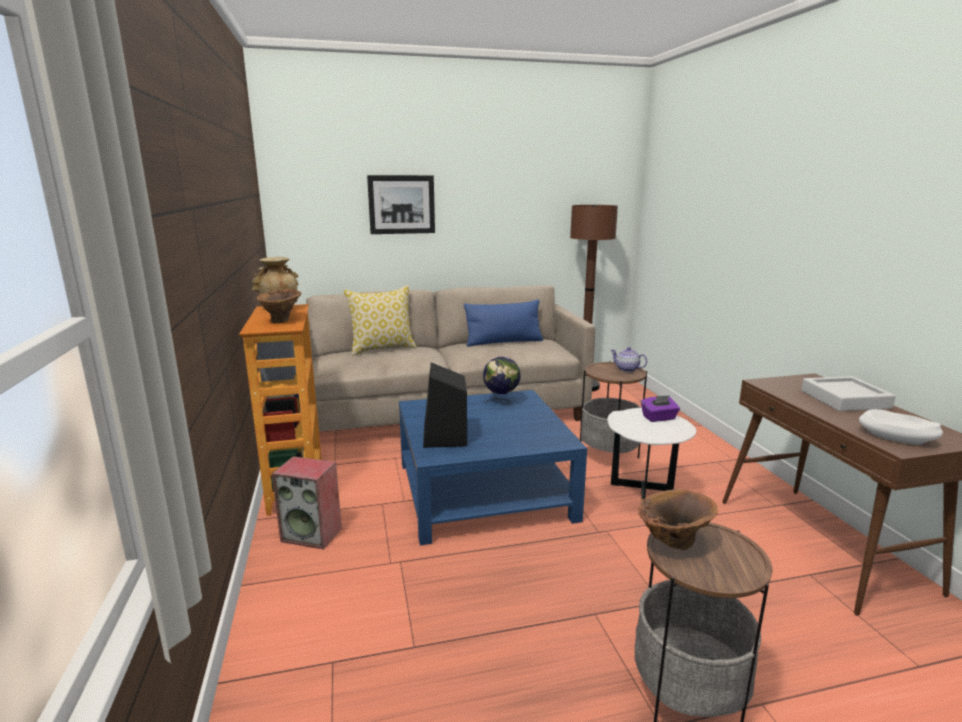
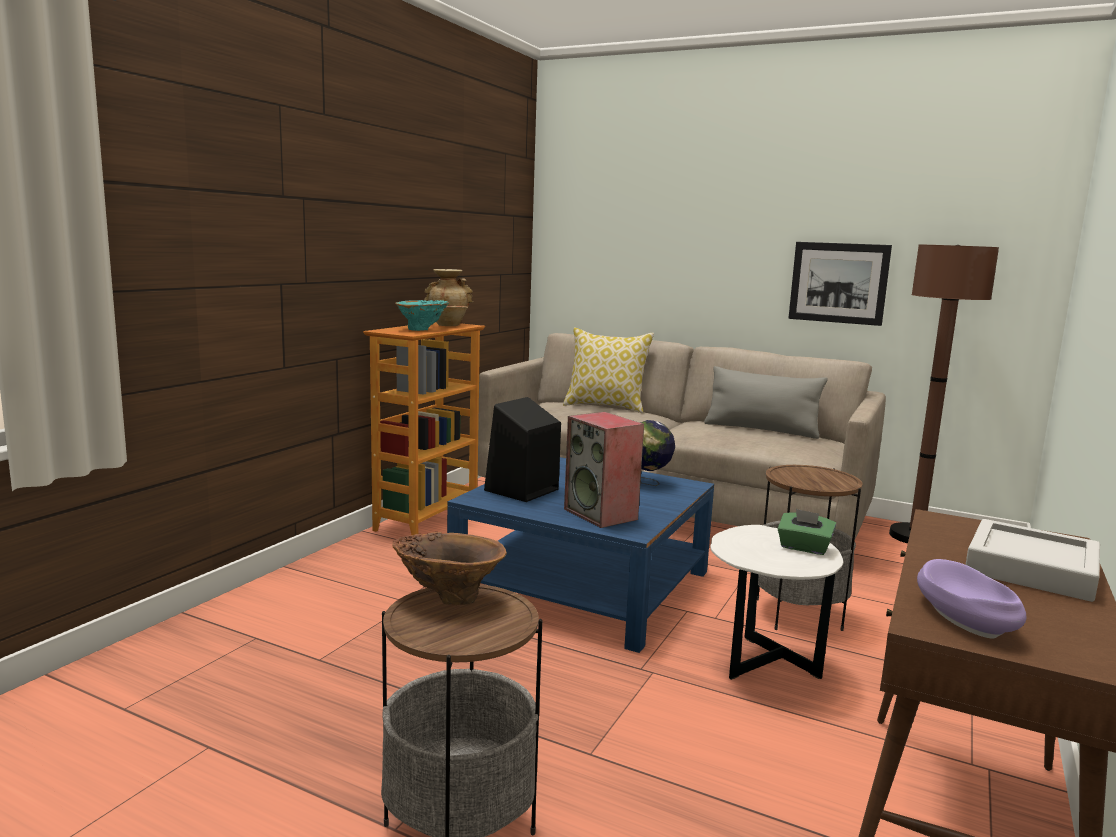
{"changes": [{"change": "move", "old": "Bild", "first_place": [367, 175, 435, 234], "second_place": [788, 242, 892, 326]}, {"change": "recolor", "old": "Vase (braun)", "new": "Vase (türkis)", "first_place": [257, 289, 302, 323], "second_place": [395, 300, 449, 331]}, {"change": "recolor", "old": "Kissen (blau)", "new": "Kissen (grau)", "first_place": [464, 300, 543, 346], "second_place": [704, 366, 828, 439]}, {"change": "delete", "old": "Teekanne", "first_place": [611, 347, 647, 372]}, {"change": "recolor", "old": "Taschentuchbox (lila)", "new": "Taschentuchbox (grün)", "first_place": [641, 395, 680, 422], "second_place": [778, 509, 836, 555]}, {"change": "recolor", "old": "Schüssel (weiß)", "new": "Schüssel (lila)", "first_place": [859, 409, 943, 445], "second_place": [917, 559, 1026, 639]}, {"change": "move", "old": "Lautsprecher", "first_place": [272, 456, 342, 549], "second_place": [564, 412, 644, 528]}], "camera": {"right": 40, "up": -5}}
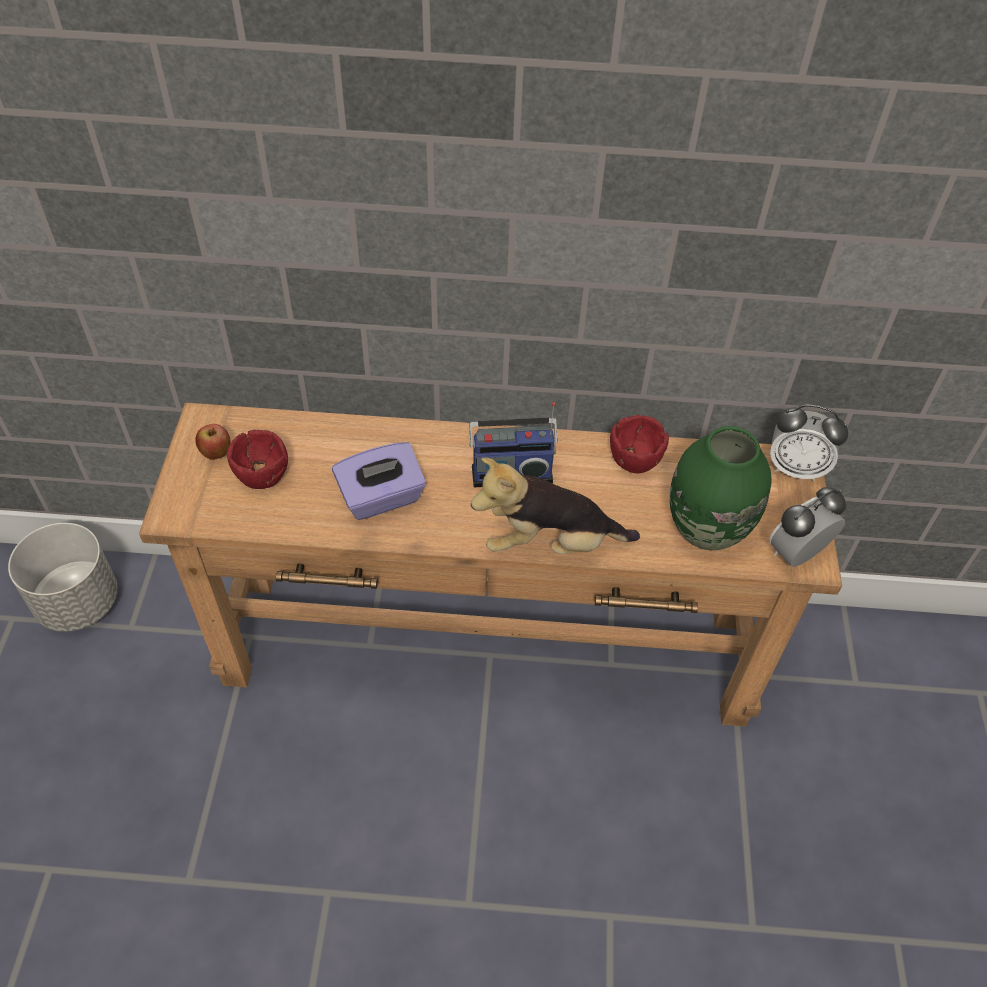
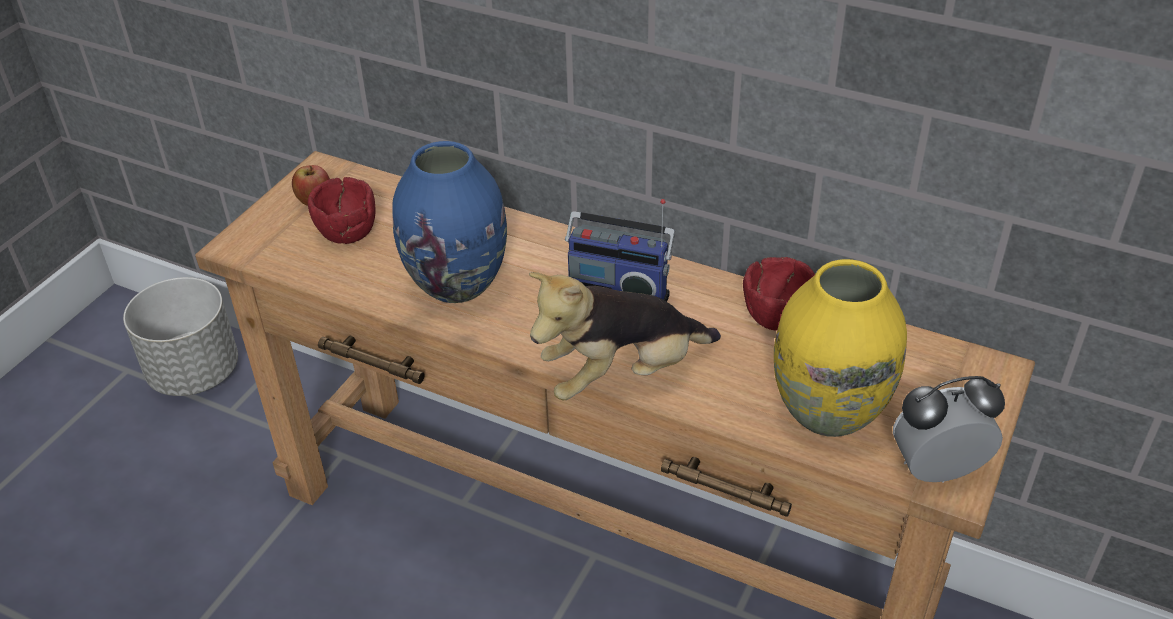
{"changes": [{"change": "delete", "old": "Wecker", "first_place": [770, 405, 848, 482]}, {"change": "recolor", "old": "Vase (grün)", "new": "Vase (gelb)", "first_place": [670, 426, 772, 550], "second_place": [774, 259, 907, 437]}, {"change": "replace", "old": "Taschentuchbox (lila)", "new": "Vase (blau)", "first_place": [332, 442, 426, 520], "second_place": [392, 141, 507, 303]}, {"change": "rotate", "old": "Plüschtier", "first_place": [471, 457, 640, 554], "second_place": [529, 272, 721, 400], "degrees": -45}], "camera": {"right": 25, "up": -10}}
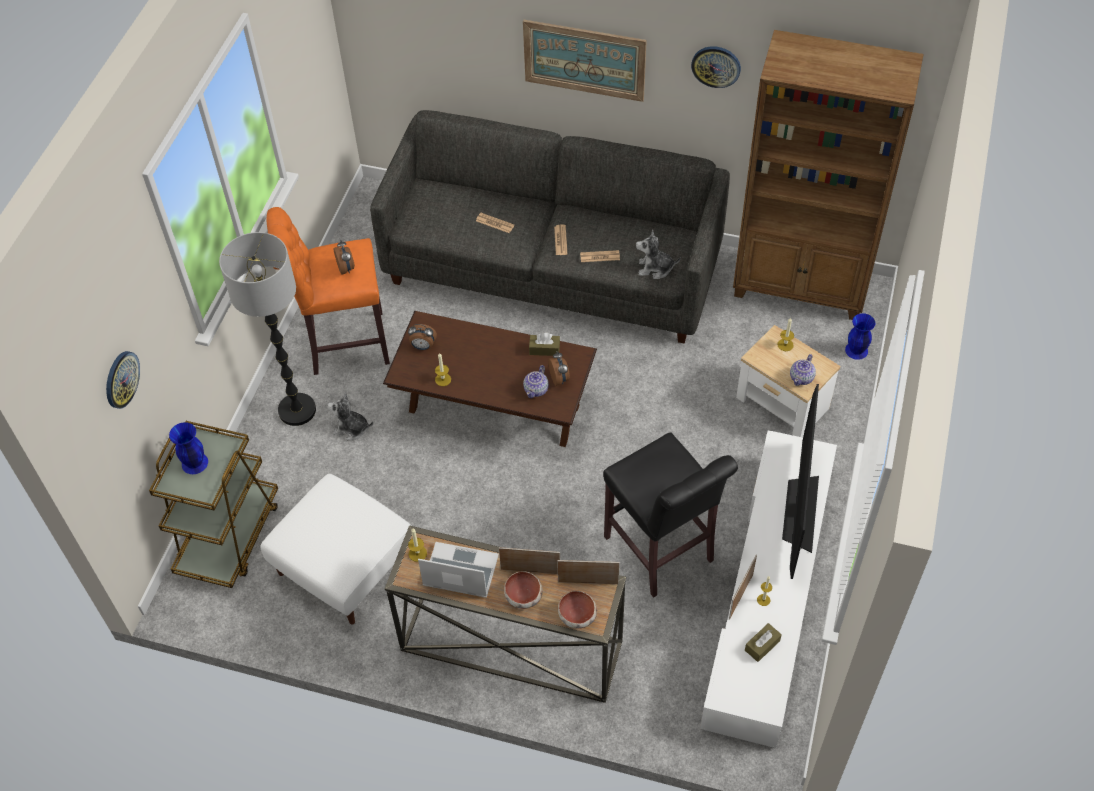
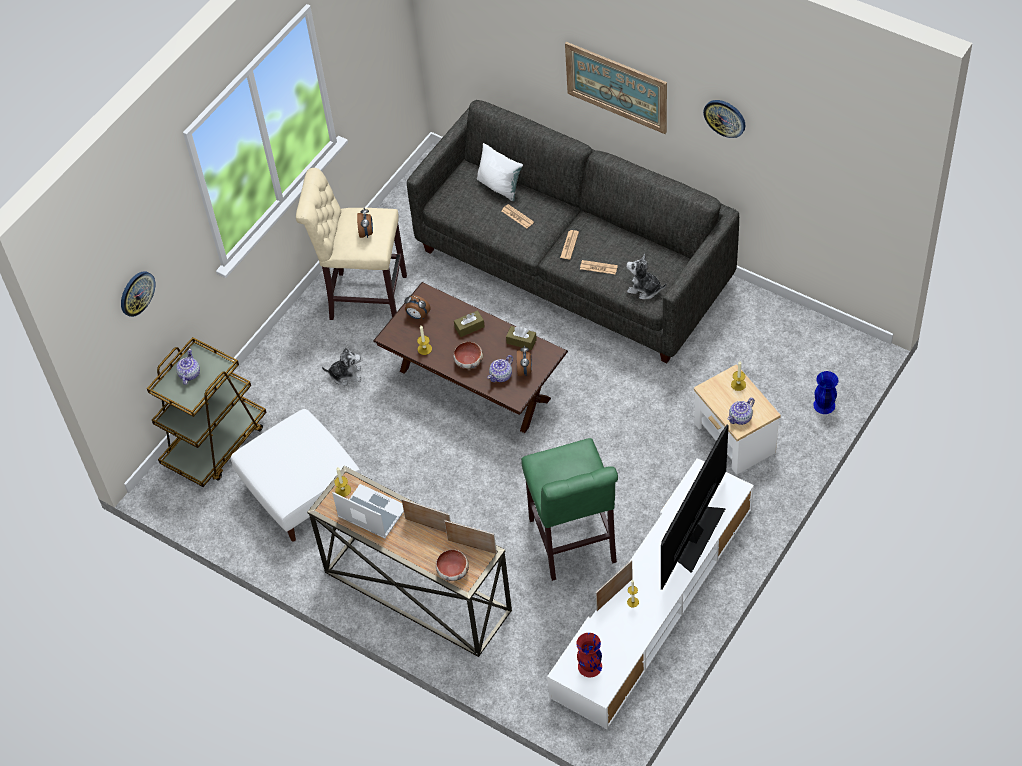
{"changes": [{"change": "delete", "old": "Bücherregal (braun)", "first_place": [733, 30, 924, 320]}, {"change": "recolor", "old": "Hocker (orange)", "new": "Hocker (beige)", "first_place": [267, 207, 390, 375], "second_place": [296, 168, 407, 320]}, {"change": "delete", "old": "Stehlampe", "first_place": [219, 232, 316, 426]}, {"change": "rotate", "old": "Plüschtier", "first_place": [327, 392, 373, 440], "second_place": [322, 347, 361, 386], "degrees": 150}, {"change": "replace", "old": "Vase (blau)", "new": "Teekanne", "first_place": [169, 422, 208, 474], "second_place": [176, 349, 200, 385]}, {"change": "recolor", "old": "Hocker (schwarz)", "new": "Hocker (grün)", "first_place": [603, 432, 738, 598], "second_place": [521, 438, 618, 581]}, {"change": "move", "old": "Schüssel", "first_place": [504, 571, 543, 609], "second_place": [453, 342, 483, 369]}, {"change": "move", "old": "Taschentuchbox (braun)", "first_place": [745, 623, 782, 662], "second_place": [454, 310, 485, 337]}, {"change": "insert", "new": "Kissen (weiß)", "second_place": [477, 143, 523, 201]}, {"change": "insert", "new": "Vase (rot)", "second_place": [576, 633, 602, 677]}], "camera": {"right": 20, "up": 0}}
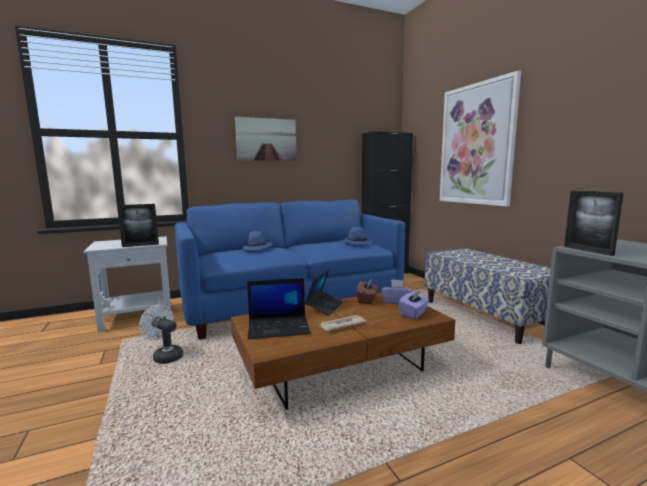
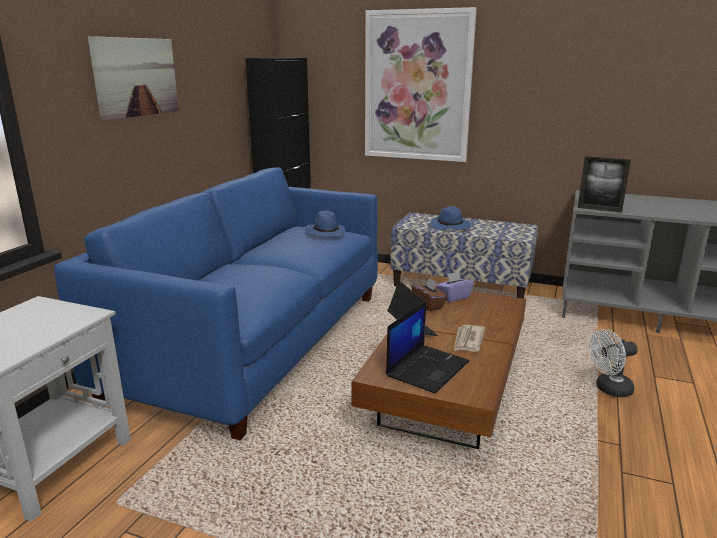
{"changes": [{"change": "delete", "old": "Bilderrahmen", "first_place": [117, 204, 159, 247]}, {"change": "move", "old": "Hut (blau)", "first_place": [240, 231, 273, 250], "second_place": [430, 206, 471, 230]}, {"change": "delete", "old": "Taschentuchbox (lila)", "first_place": [399, 290, 429, 319]}, {"change": "move", "old": "Ventilator (weiß)", "first_place": [139, 304, 183, 364], "second_place": [589, 329, 638, 397]}], "camera": {"right": -45, "up": 10}}
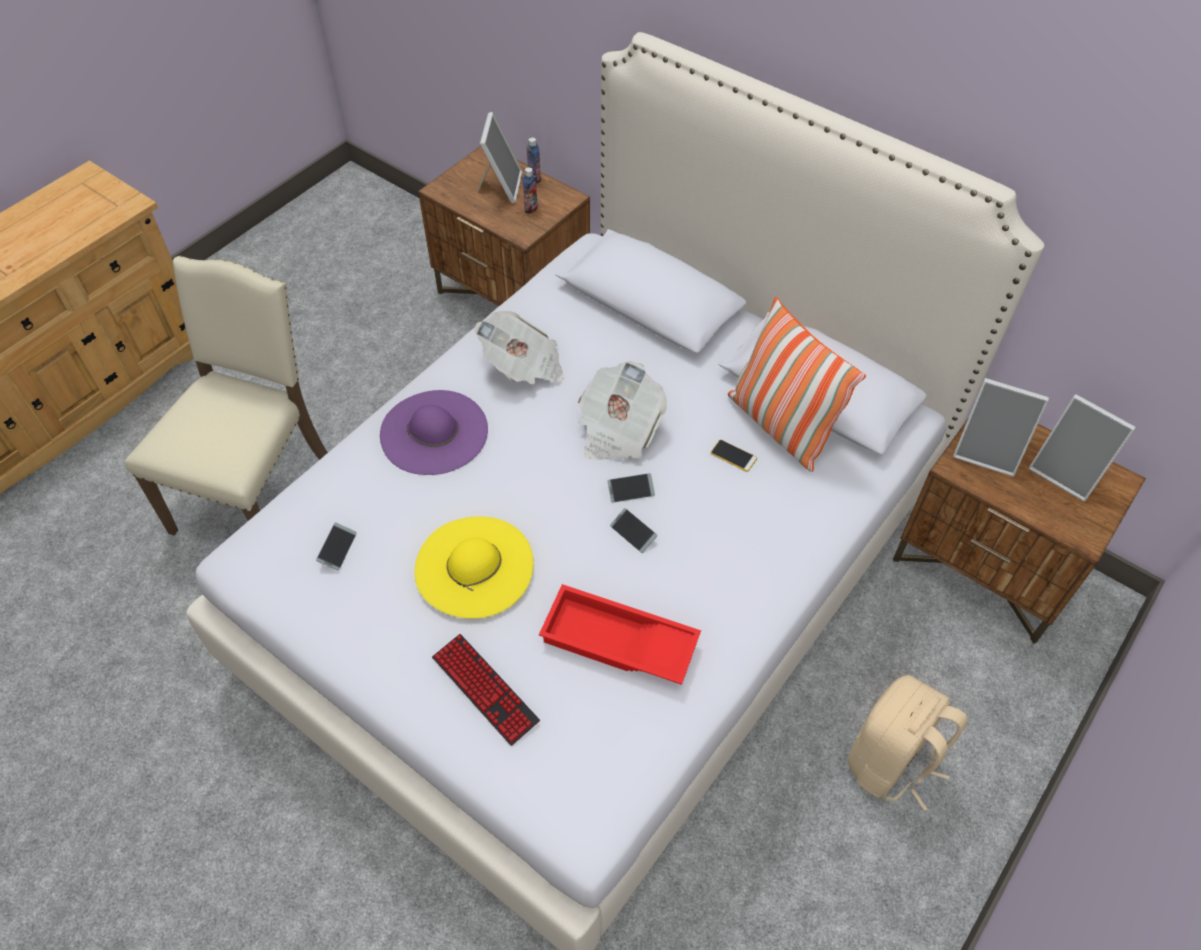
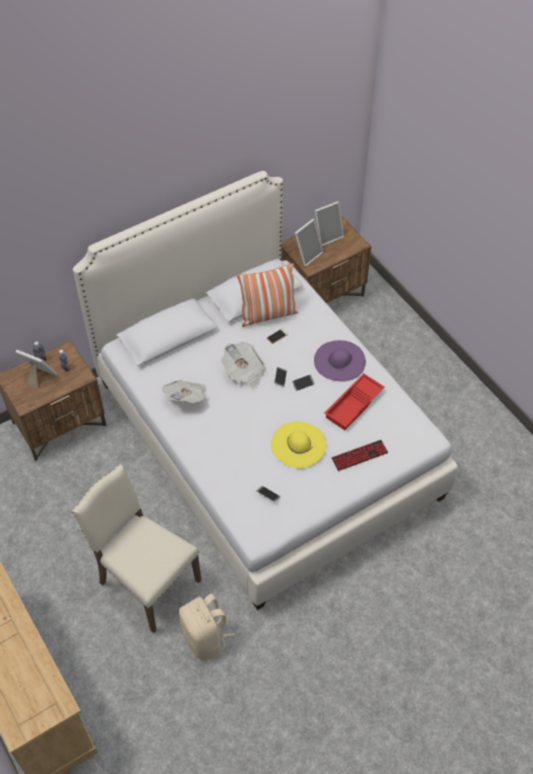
{"changes": [{"change": "move", "old": "Hut (lila)", "first_place": [380, 390, 488, 475], "second_place": [314, 340, 366, 382]}, {"change": "move", "old": "Rucksack (beige)", "first_place": [848, 675, 968, 811], "second_place": [179, 594, 234, 659]}], "camera": {"right": -70, "up": 0}}
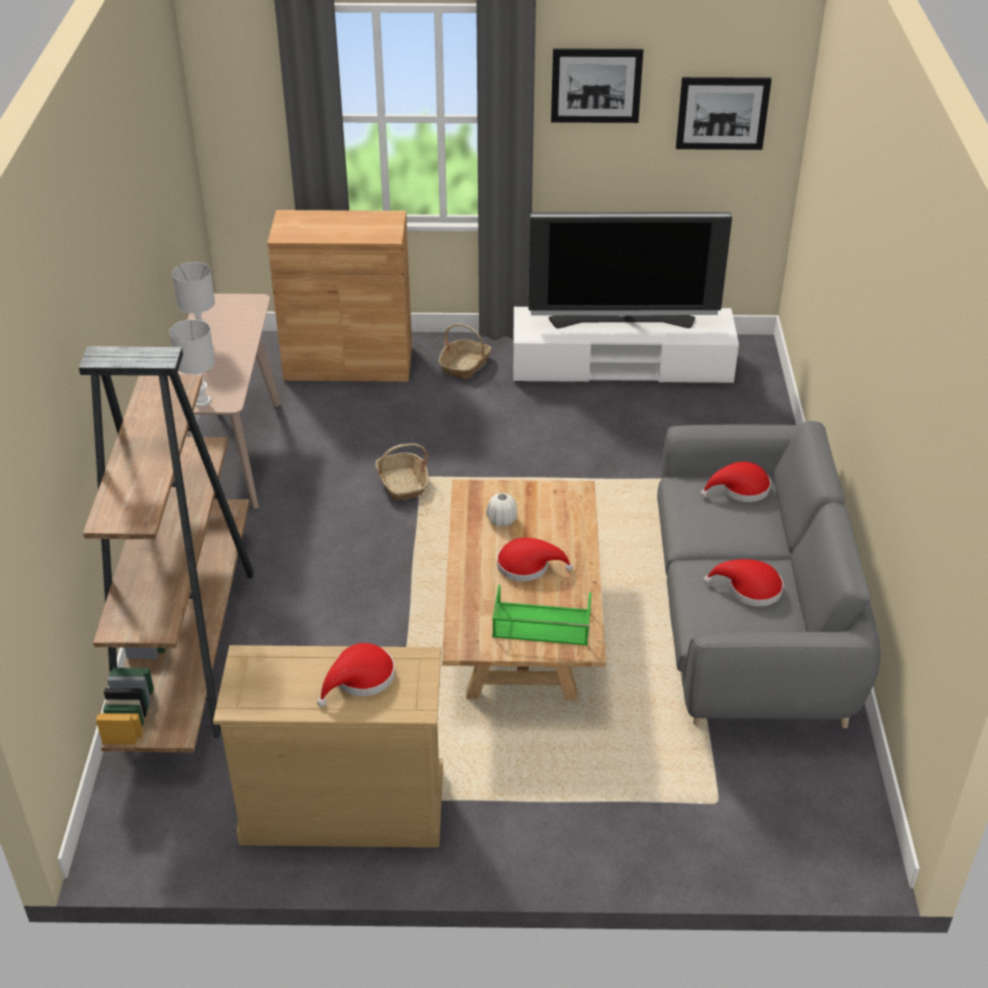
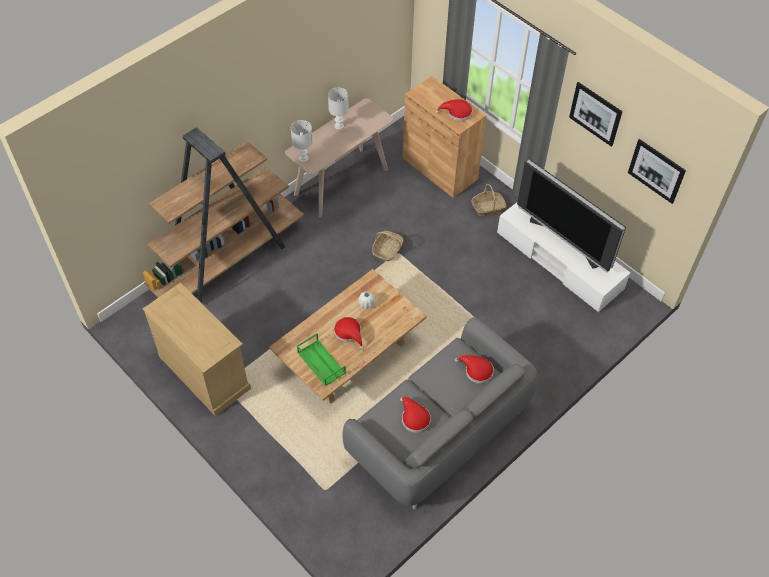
{"changes": [{"change": "move", "old": "Hut (rot)", "first_place": [317, 643, 395, 707], "second_place": [435, 99, 473, 121]}], "camera": {"right": 45, "up": 15}}
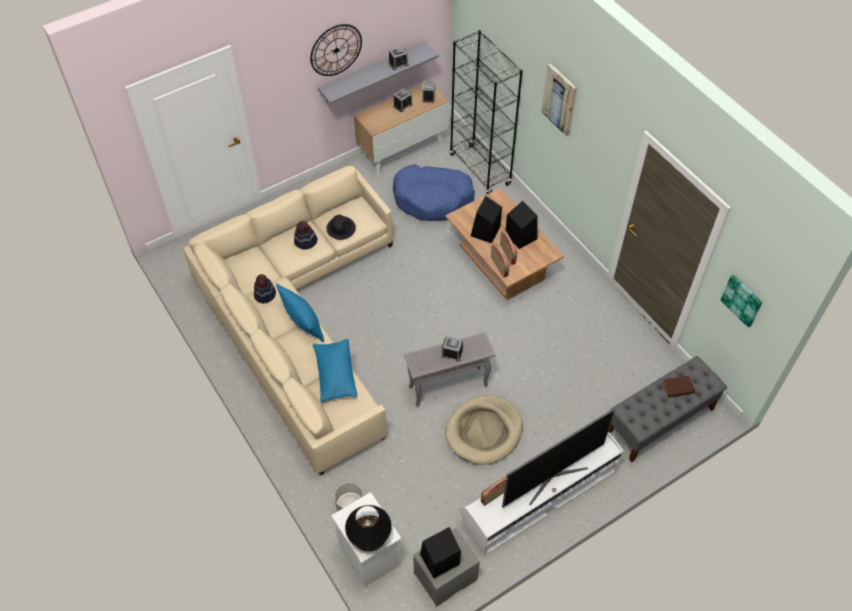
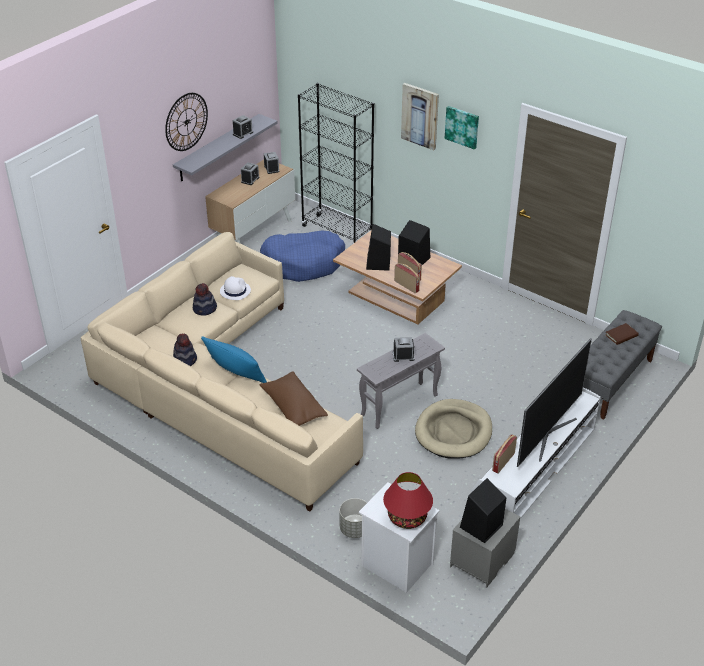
{"changes": [{"change": "recolor", "old": "Hut (schwarz)", "new": "Hut (weiß)", "first_place": [326, 215, 356, 240], "second_place": [220, 276, 251, 300]}, {"change": "move", "old": "Bild", "first_place": [721, 275, 763, 328], "second_place": [445, 106, 479, 149]}, {"change": "recolor", "old": "Kissen (blau)", "new": "Kissen (braun)", "first_place": [313, 339, 358, 402], "second_place": [259, 371, 328, 426]}, {"change": "recolor", "old": "Tischlampe (schwarz)", "new": "Tischlampe (rot)", "first_place": [345, 505, 392, 551], "second_place": [383, 472, 433, 529]}], "camera": {"right": -20, "up": -15}}
